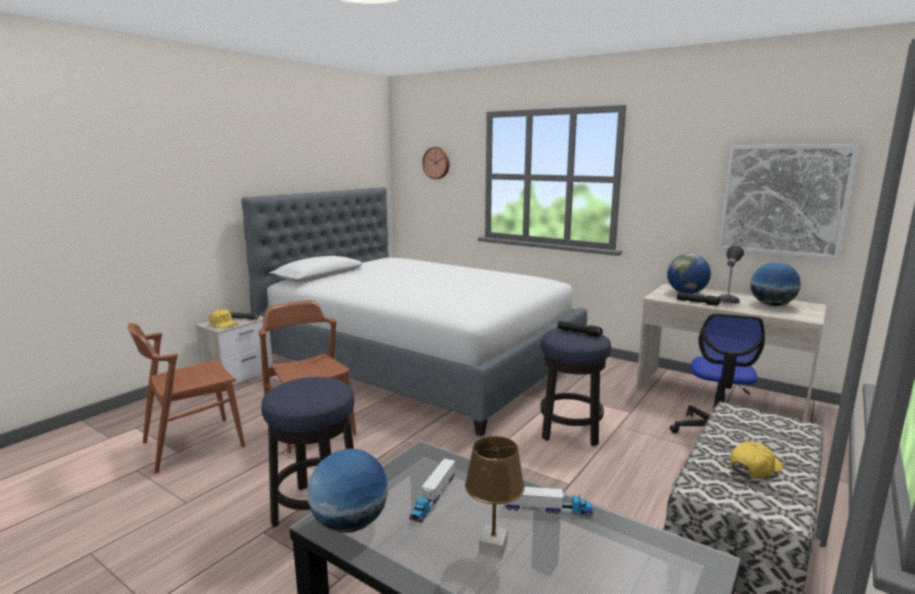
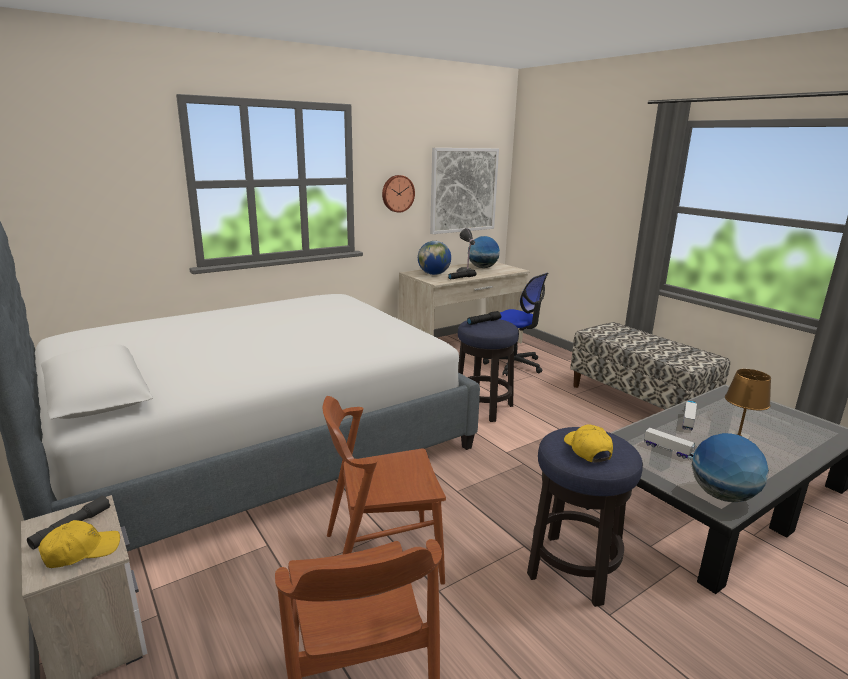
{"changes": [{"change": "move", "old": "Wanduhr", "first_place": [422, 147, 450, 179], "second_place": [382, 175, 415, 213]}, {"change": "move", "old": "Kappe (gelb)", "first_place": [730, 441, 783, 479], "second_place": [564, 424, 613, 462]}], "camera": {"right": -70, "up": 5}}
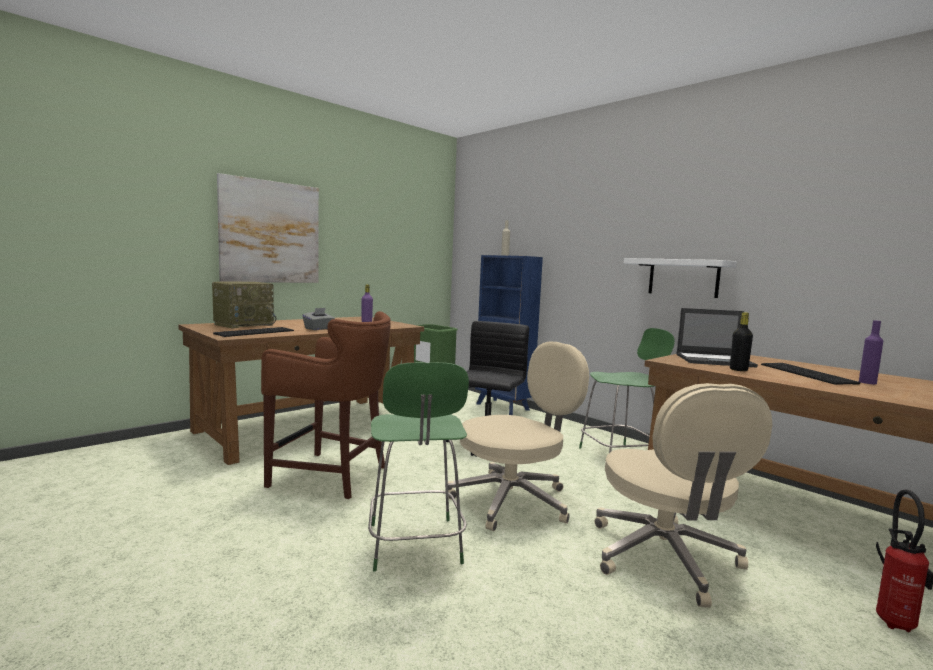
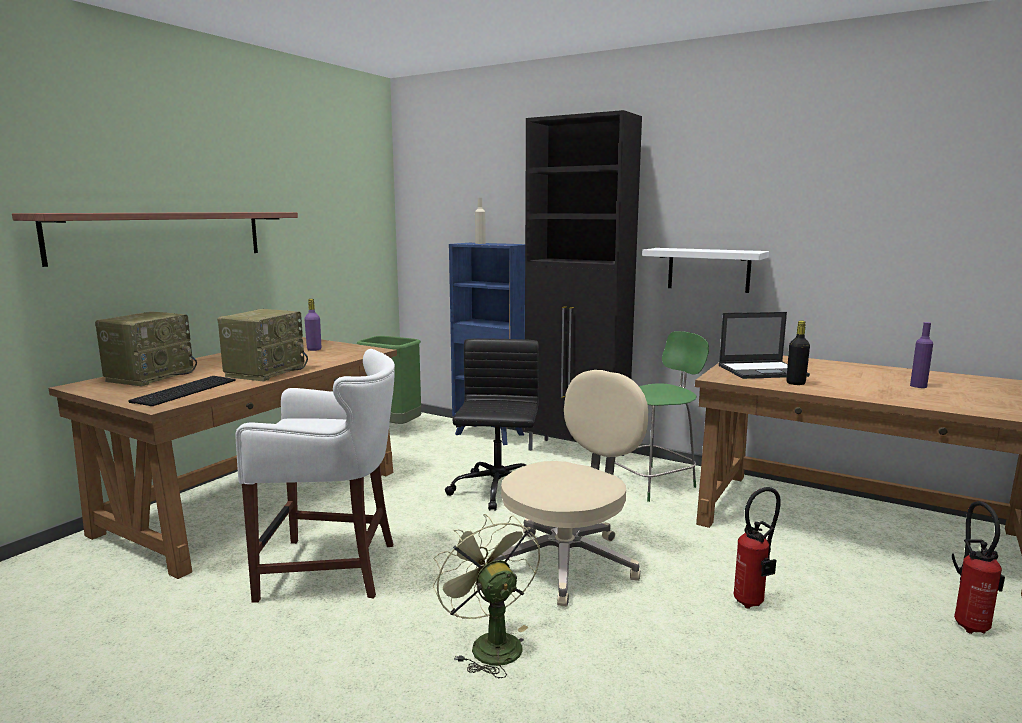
{"changes": [{"change": "replace", "old": "Bild", "new": "Wandregal", "first_place": [217, 173, 319, 283], "second_place": [12, 212, 298, 267]}, {"change": "replace", "old": "Taschentuchbox (grau)", "new": "Radio", "first_place": [302, 308, 335, 330], "second_place": [217, 309, 308, 381]}, {"change": "recolor", "old": "Hocker (braun)", "new": "Hocker (weiß)", "first_place": [261, 311, 391, 499], "second_place": [236, 349, 395, 603]}, {"change": "replace", "old": "Stuhl (grün)", "new": "Ventilator (grün)", "first_place": [368, 363, 469, 572], "second_place": [433, 514, 540, 678]}, {"change": "delete", "old": "Tastatur", "first_place": [761, 363, 860, 385]}, {"change": "replace", "old": "Bürostuhl (beige)", "new": "Feuerlöscher", "first_place": [594, 383, 772, 608], "second_place": [734, 487, 780, 609]}, {"change": "insert", "new": "Schrank (schwarz)", "second_place": [524, 110, 642, 456]}], "camera": {"right": -15, "up": 5}}
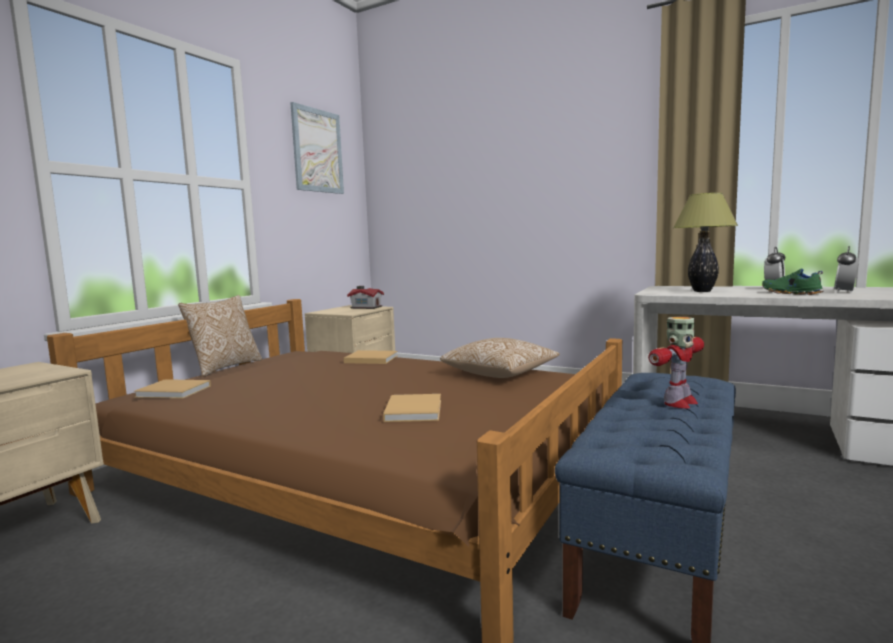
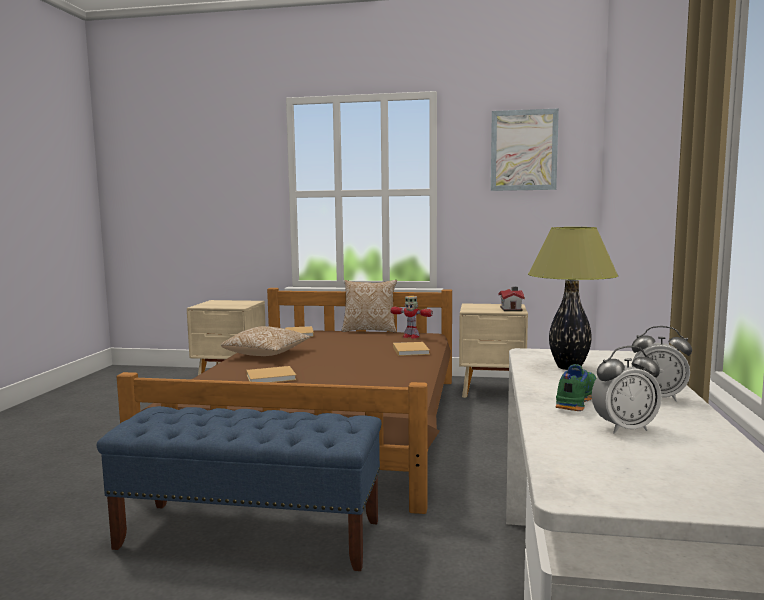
{"changes": [{"change": "rotate", "old": "Wecker", "first_place": [834, 246, 859, 293], "second_place": [592, 346, 662, 434], "degrees": 150}, {"change": "move", "old": "Spielzeugroboter", "first_place": [648, 317, 704, 408], "second_place": [390, 296, 433, 339]}, {"change": "move", "old": "Kissen", "first_place": [440, 338, 560, 378], "second_place": [221, 326, 310, 356]}], "camera": {"right": 70, "up": 0}}
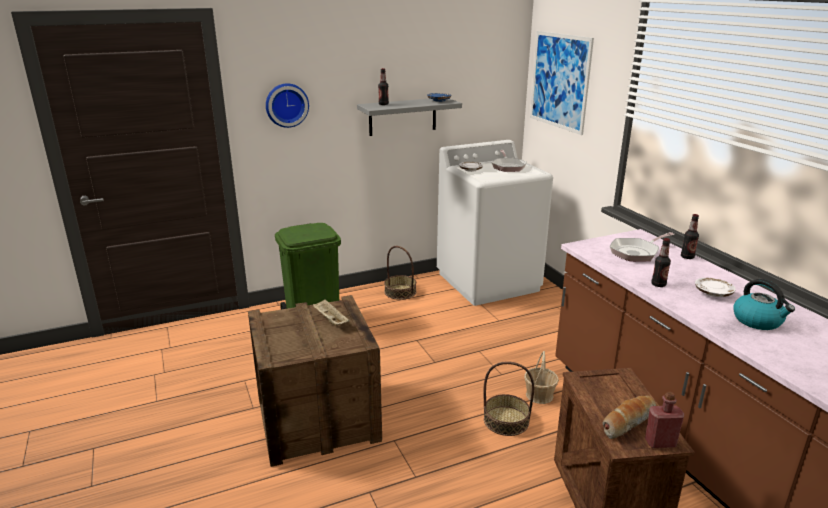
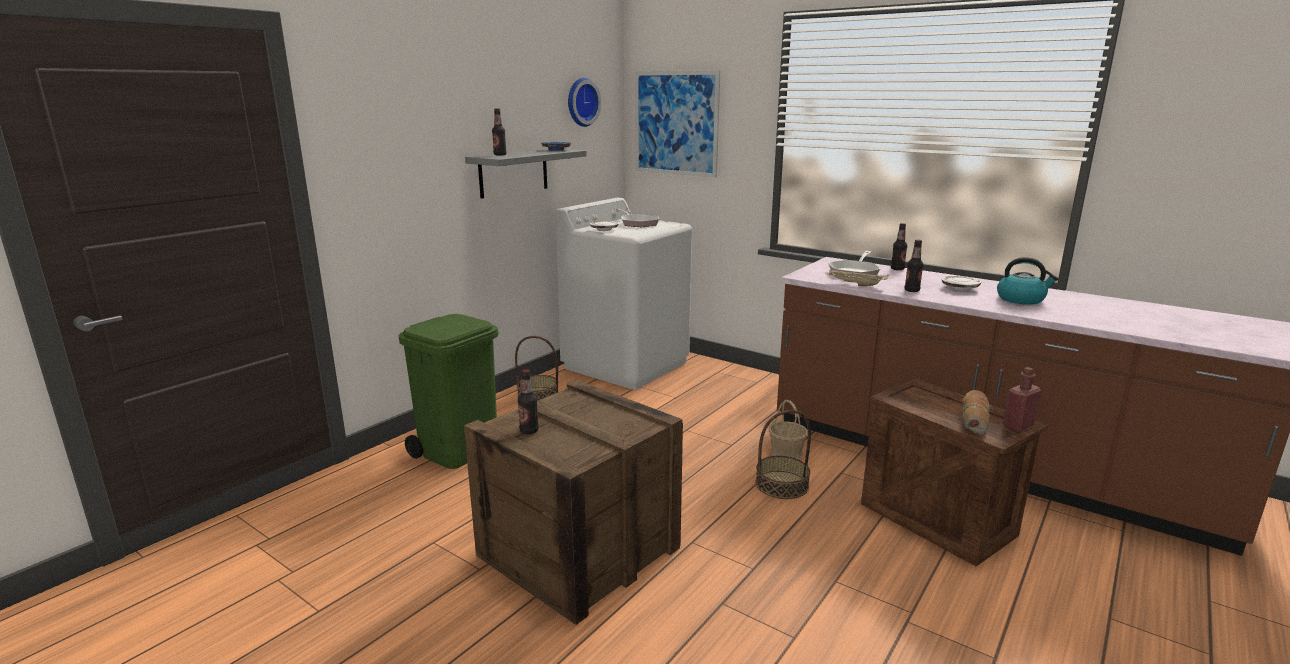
{"changes": [{"change": "move", "old": "Wanduhr", "first_place": [266, 83, 309, 128], "second_place": [568, 78, 601, 127]}, {"change": "move", "old": "Tablett (beige)", "first_place": [312, 299, 350, 326], "second_place": [829, 269, 888, 287]}, {"change": "insert", "new": "Flasche", "second_place": [518, 369, 539, 434]}], "camera": {"right": -30, "up": -5}}
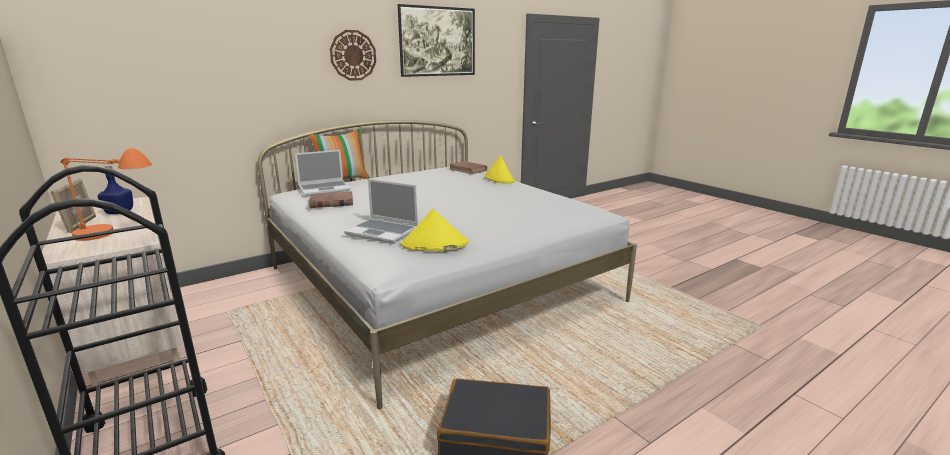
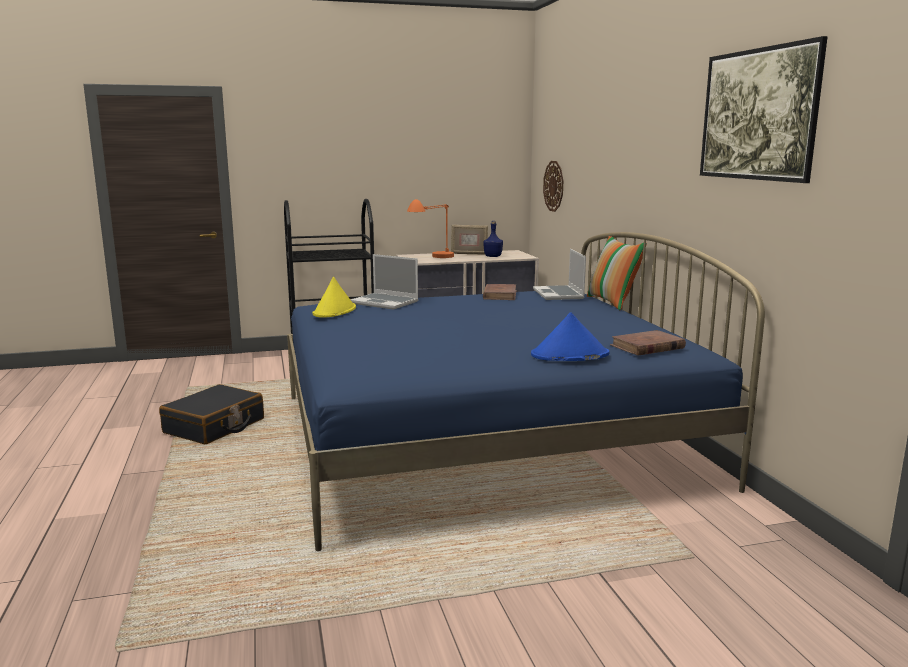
{"changes": [{"change": "move", "old": "Wanduhr", "first_place": [330, 30, 376, 81], "second_place": [543, 161, 563, 212]}, {"change": "recolor", "old": "Bett (weiß)", "new": "Bett (blau)", "first_place": [258, 120, 637, 409], "second_place": [287, 232, 765, 551]}, {"change": "recolor", "old": "Hut (gelb)", "new": "Hut (blau)", "first_place": [484, 154, 515, 184], "second_place": [531, 312, 609, 361]}, {"change": "rotate", "old": "Laptop", "first_place": [344, 179, 418, 244], "second_place": [351, 254, 419, 310], "degrees": -105}], "camera": {"right": 110, "up": -5}}
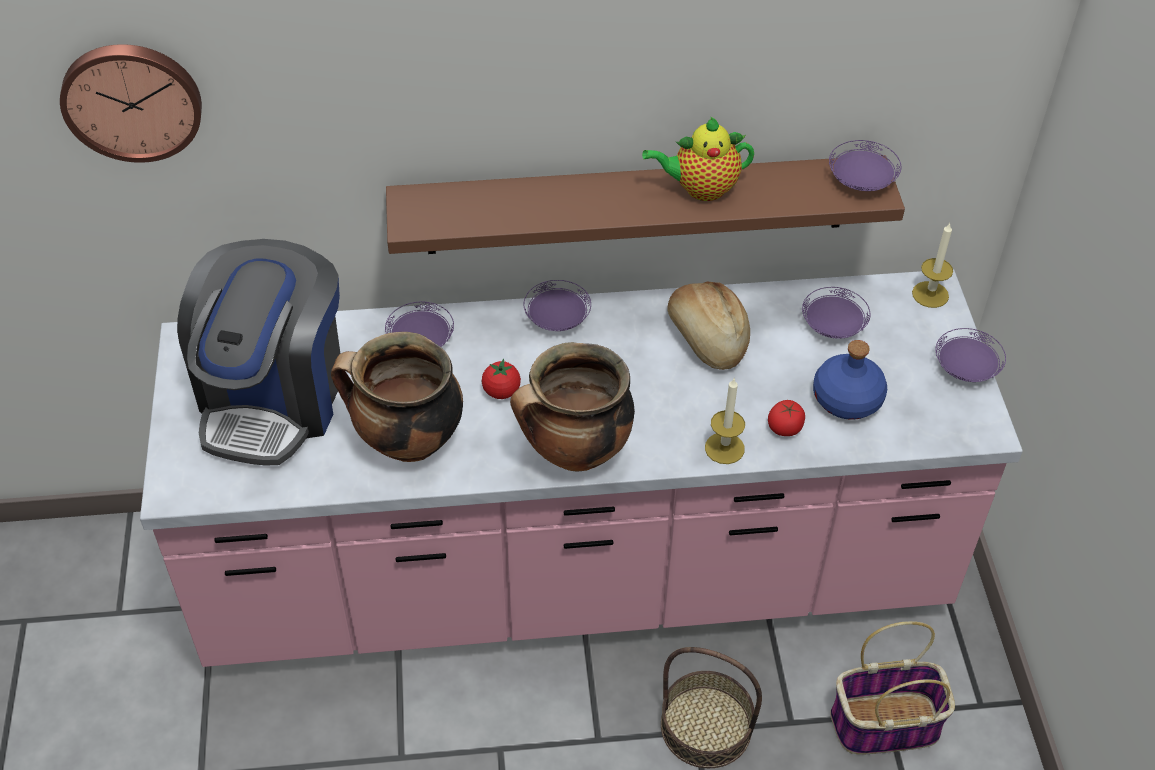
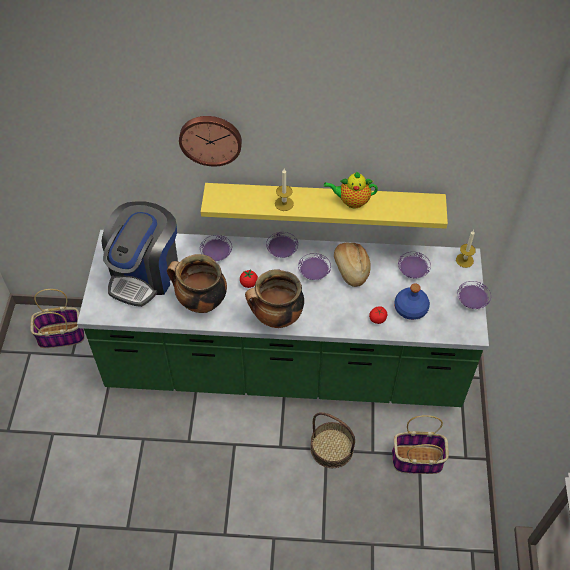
{"changes": [{"change": "move", "old": "Wanduhr", "first_place": [60, 44, 202, 163], "second_place": [179, 116, 242, 166]}, {"change": "move", "old": "Teller (lila)", "first_place": [829, 140, 901, 191], "second_place": [298, 253, 331, 280]}, {"change": "recolor", "old": "Wandregal (braun)", "new": "Wandregal (gelb)", "first_place": [386, 155, 905, 254], "second_place": [201, 183, 448, 229]}, {"change": "recolor", "old": "Küchenzeile (rosa)", "new": "Küchenzeile (grün)", "first_place": [140, 269, 1023, 667], "second_place": [77, 230, 489, 407]}, {"change": "move", "old": "Kerze", "first_place": [705, 377, 745, 464], "second_place": [275, 169, 294, 211]}, {"change": "insert", "new": "Korb", "second_place": [30, 289, 85, 348]}], "camera": {"right": 10, "up": 5}}
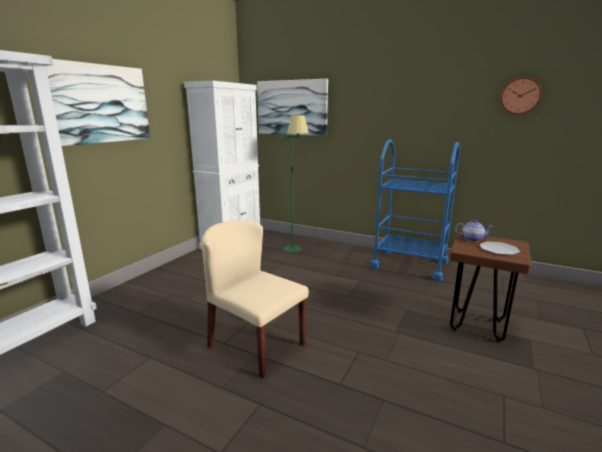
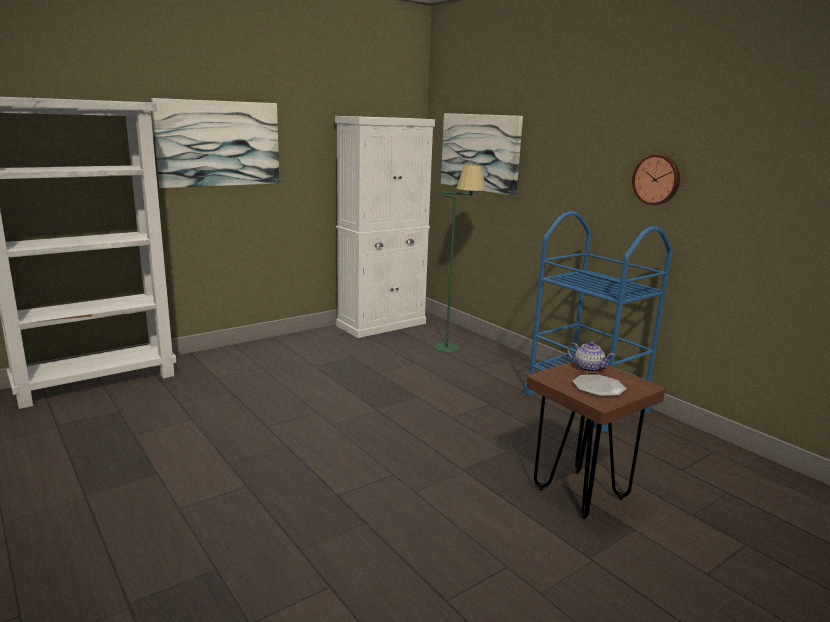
{"changes": [{"change": "move", "old": "Wanduhr", "first_place": [500, 77, 542, 115], "second_place": [632, 155, 680, 205]}, {"change": "delete", "old": "Stuhl (beige)", "first_place": [202, 220, 309, 378]}], "camera": {"right": 25, "up": 0}}
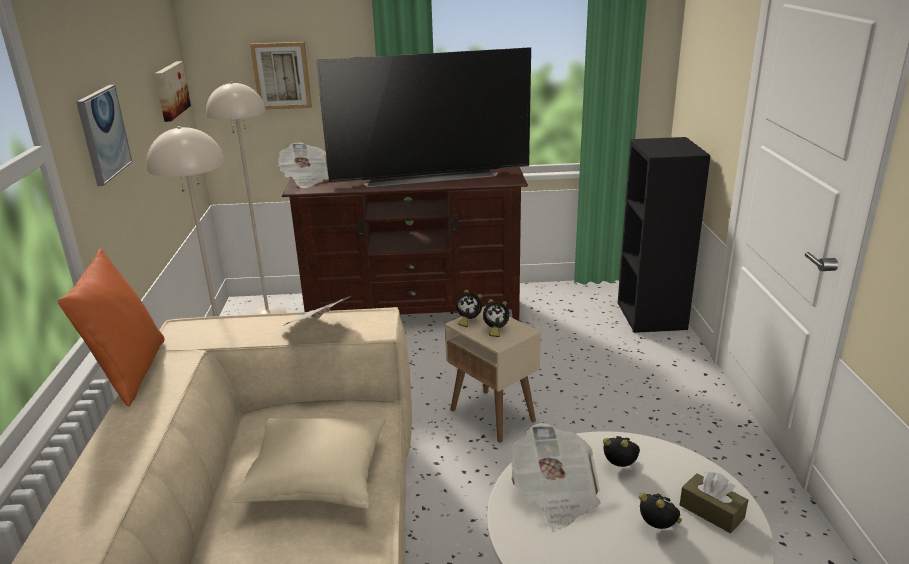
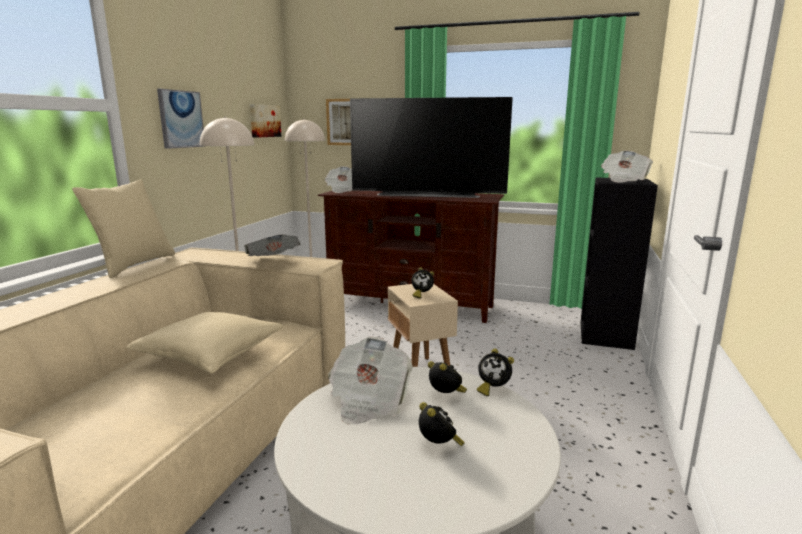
{"changes": [{"change": "recolor", "old": "Kissen (orange)", "new": "Kissen (beige)", "first_place": [58, 249, 165, 406], "second_place": [72, 180, 175, 278]}, {"change": "move", "old": "Wecker", "first_place": [456, 289, 482, 327], "second_place": [477, 348, 514, 396]}, {"change": "delete", "old": "Taschentuchbox (braun)", "first_place": [680, 472, 748, 533]}, {"change": "insert", "new": "Zeitung", "second_place": [601, 151, 653, 183]}], "camera": {"right": 20, "up": -10}}
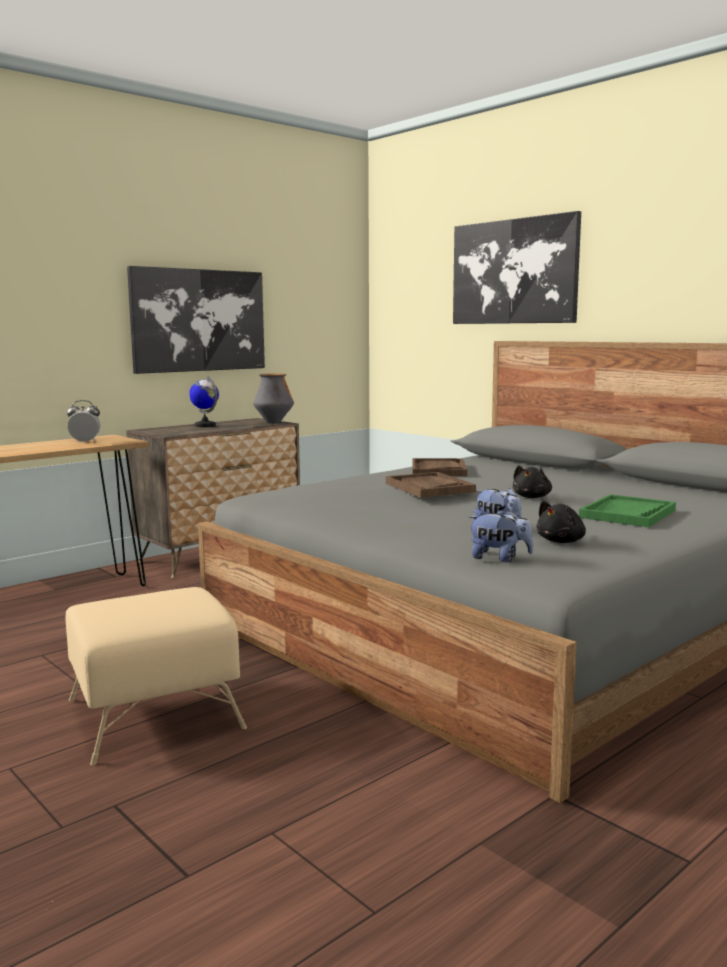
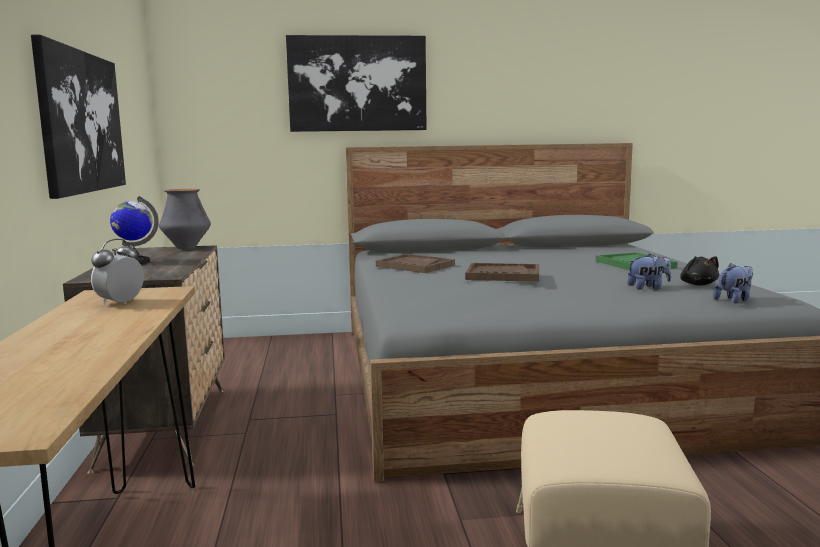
{"changes": [{"change": "delete", "old": "Plüschtier (schwarz)", "first_place": [513, 465, 552, 498]}], "camera": {"right": -55, "up": 0}}
